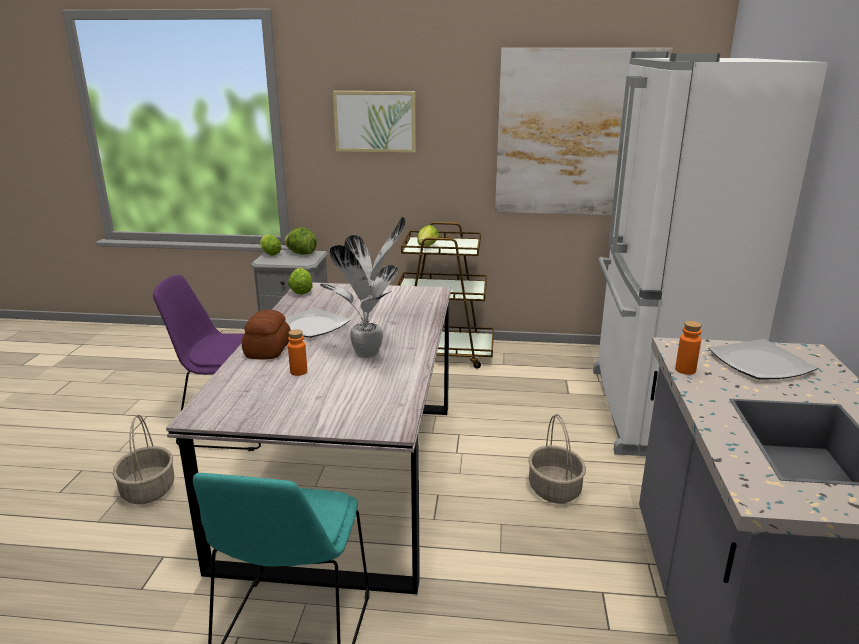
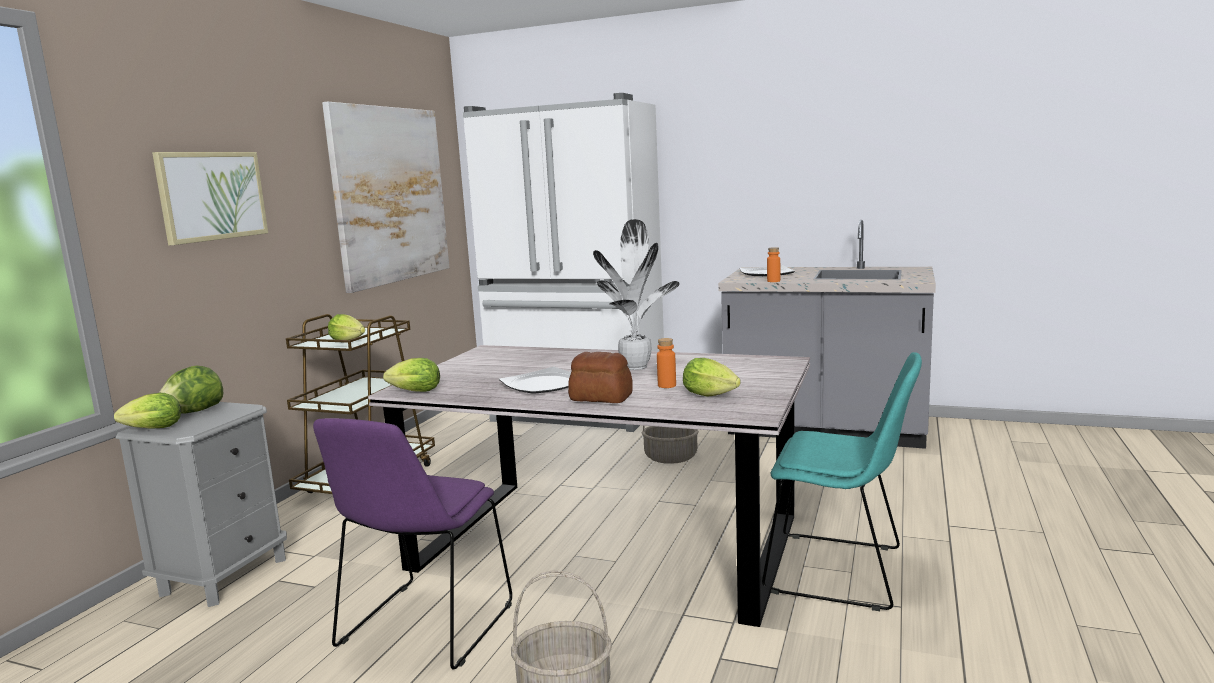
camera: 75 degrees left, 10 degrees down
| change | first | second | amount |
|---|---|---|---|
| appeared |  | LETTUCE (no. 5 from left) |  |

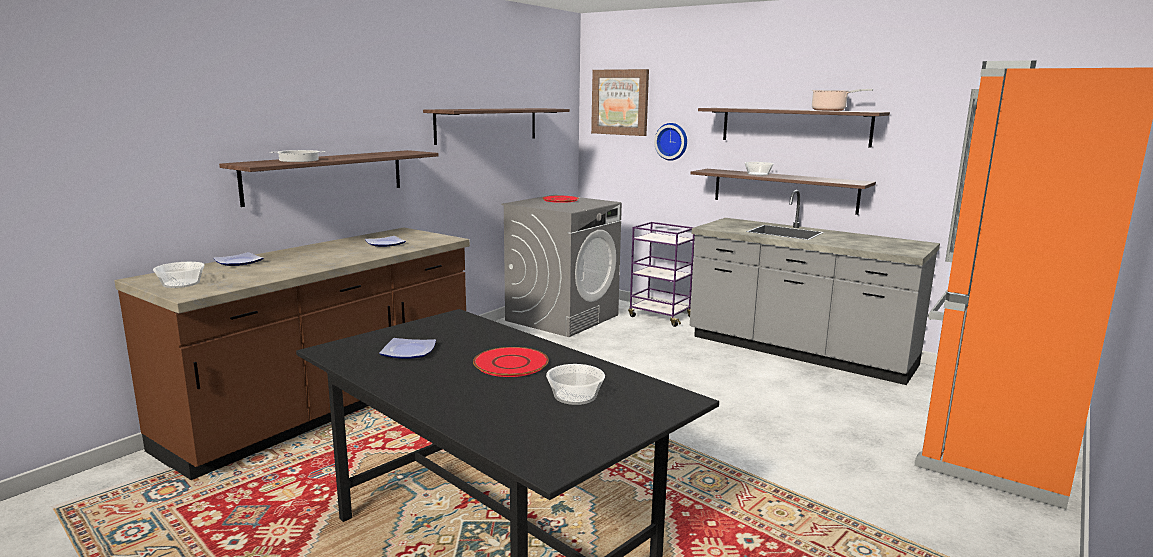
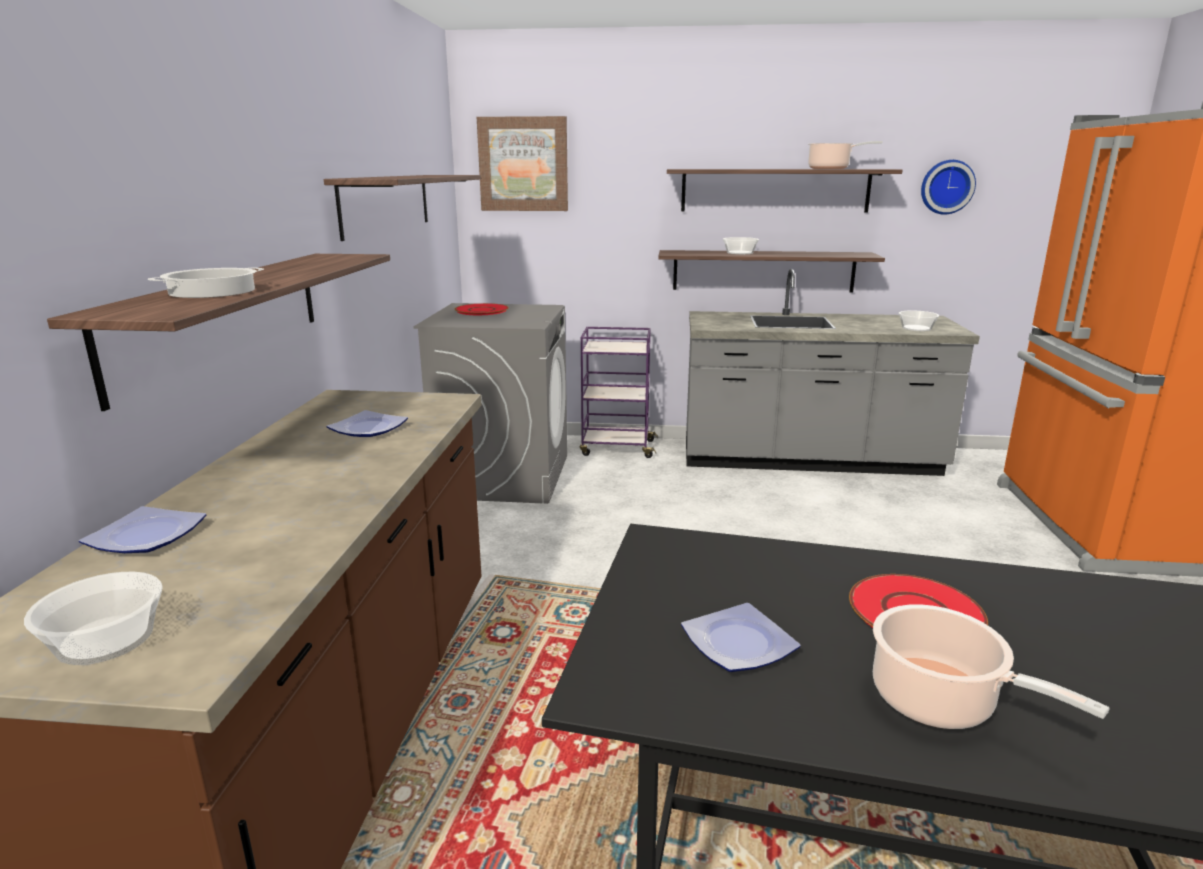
camera: 30 degrees left, 5 degrees up
| change | first | second | amount |
|---|---|---|---|
| relocated | WALL CLOCK |  |  |
| relocated | BOWL (no. 2 from left in the first image) | BOWL (no. 3 from left) |  |
| appeared |  | COOKING POT (no. 3 from left) |  |

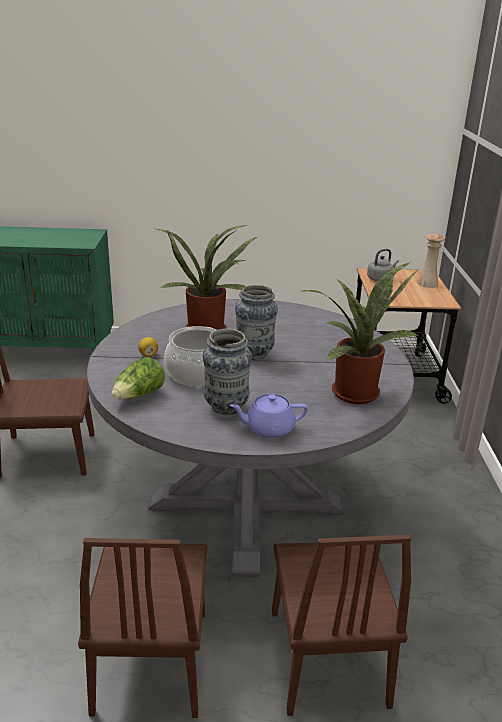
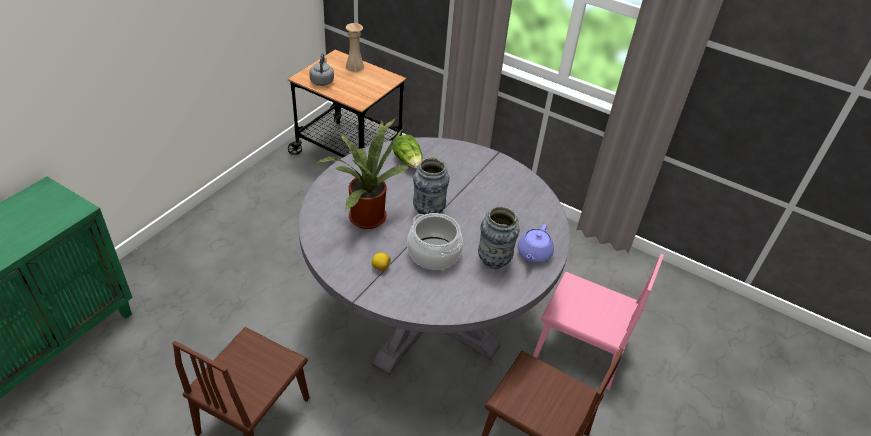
camera: 60 degrees left, 15 degrees up
| change | first | second | amount |
|---|---|---|---|
| missing | POTTED PLANT (no. 2 from left) |  |  |
| relocated | LETTUCE |  |  |
| colour | BROWN CHAIR (no. 3 from left) | PINK CHAIR |  |

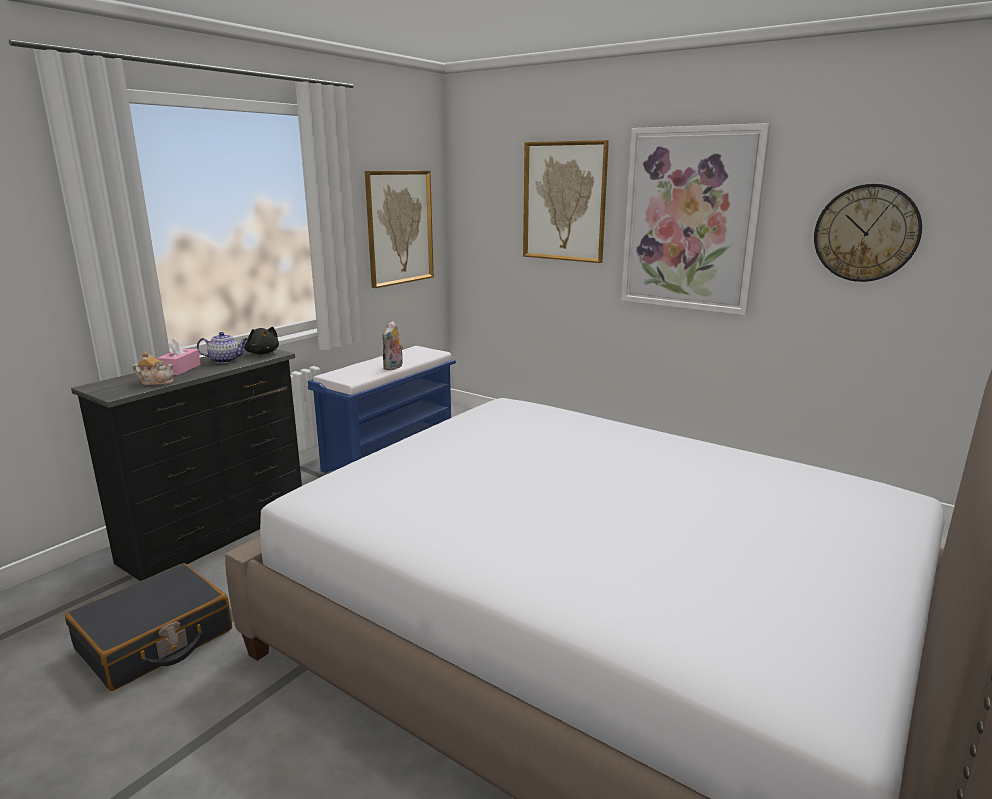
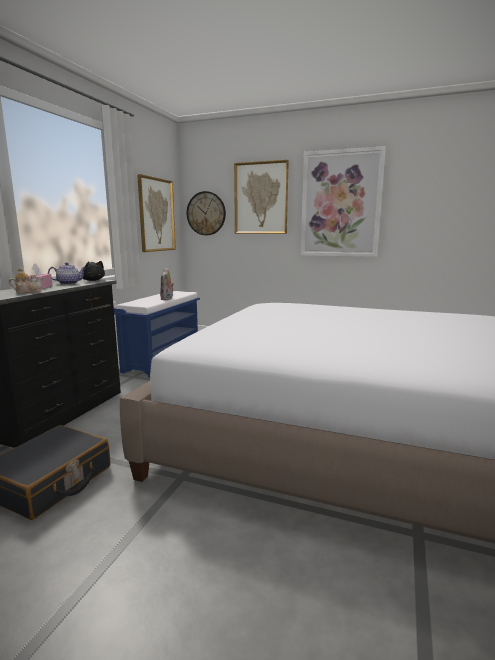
camera: 15 degrees left, 5 degrees down
| change | first | second | amount |
|---|---|---|---|
| relocated | WALL CLOCK |  |  |

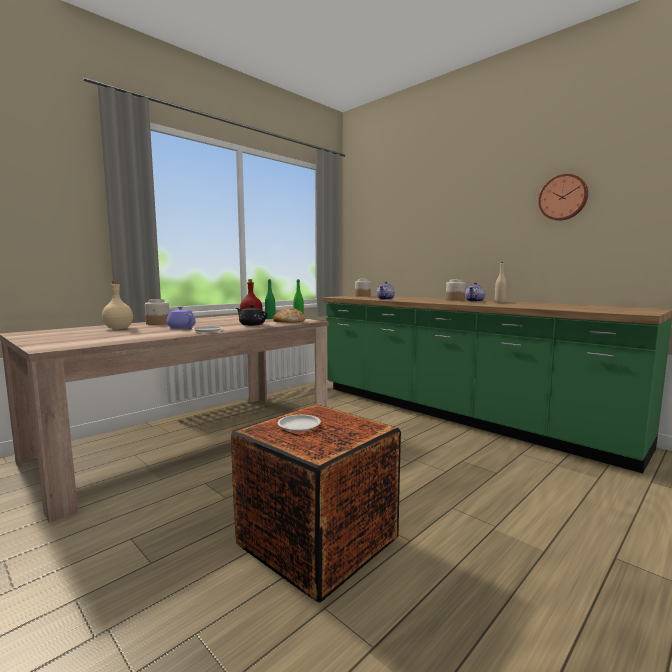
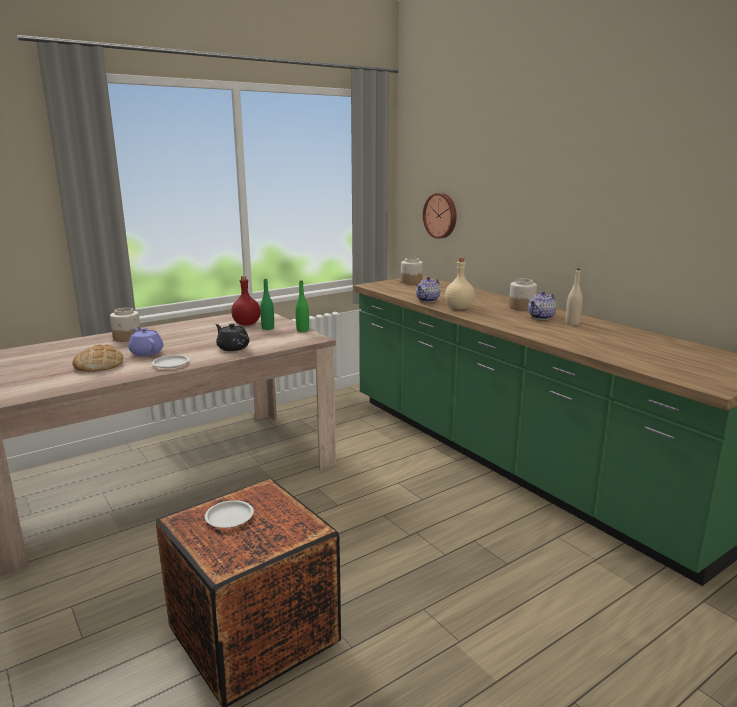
camera: 10 degrees right, 10 degrees up
| change | first | second | amount |
|---|---|---|---|
| relocated | WALL CLOCK |  |  |
| relocated | BEIGE BOTTLE (no. 1 from left) |  |  |
| relocated | BREAD |  |  |

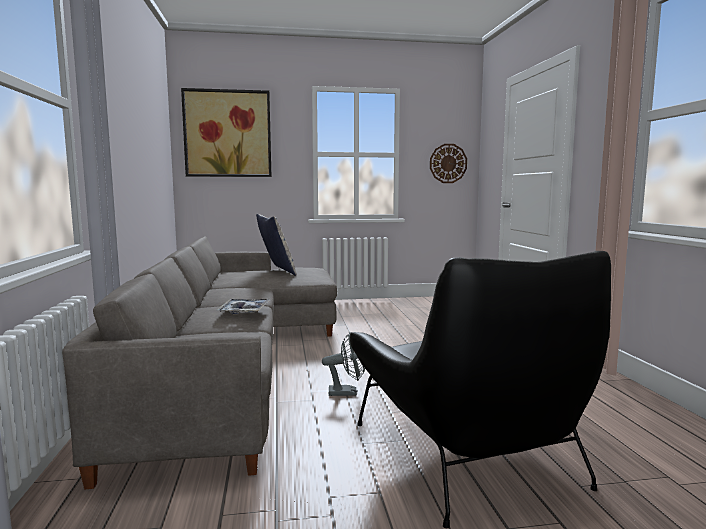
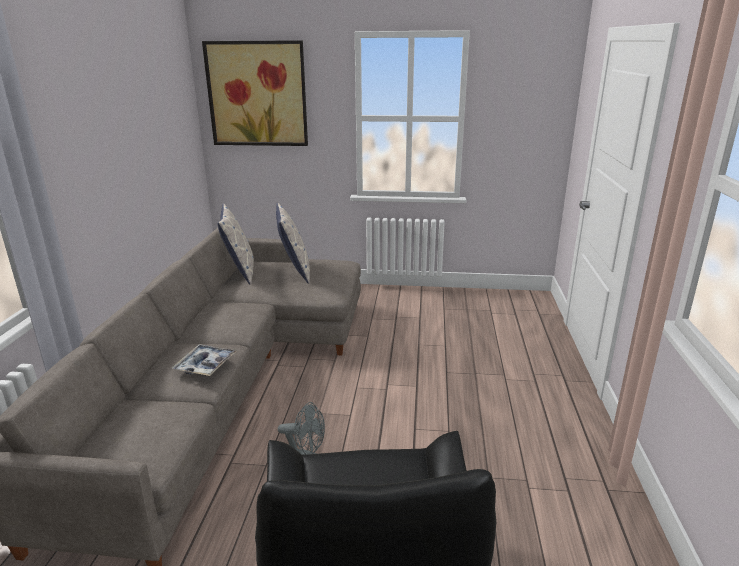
camera: 15 degrees right, 15 degrees up
| change | first | second | amount |
|---|---|---|---|
| missing | WALL CLOCK |  |  |
| appeared |  | PILLOW (no. 1 from left) |  |

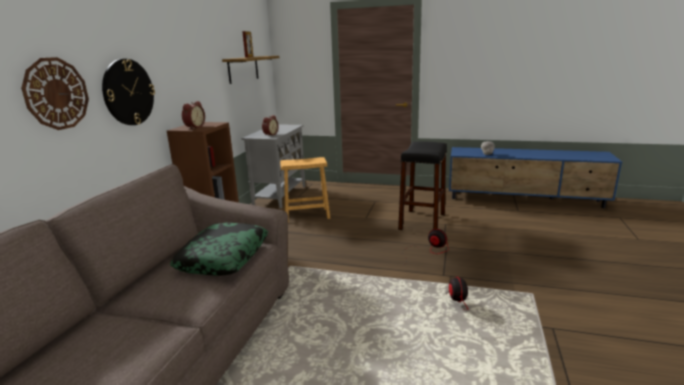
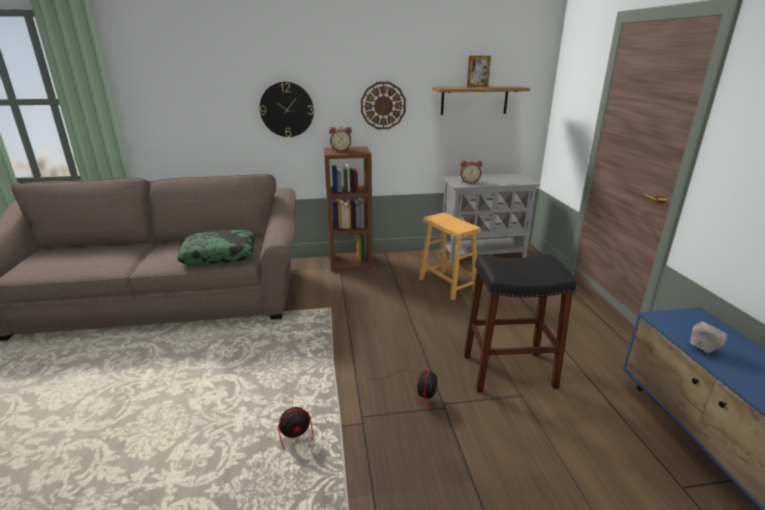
camera: 65 degrees right, 5 degrees up
| change | first | second | amount |
|---|---|---|---|
| relocated | WALL CLOCK (no. 1 from left in the first image) | WALL CLOCK (no. 2 from left) |  |

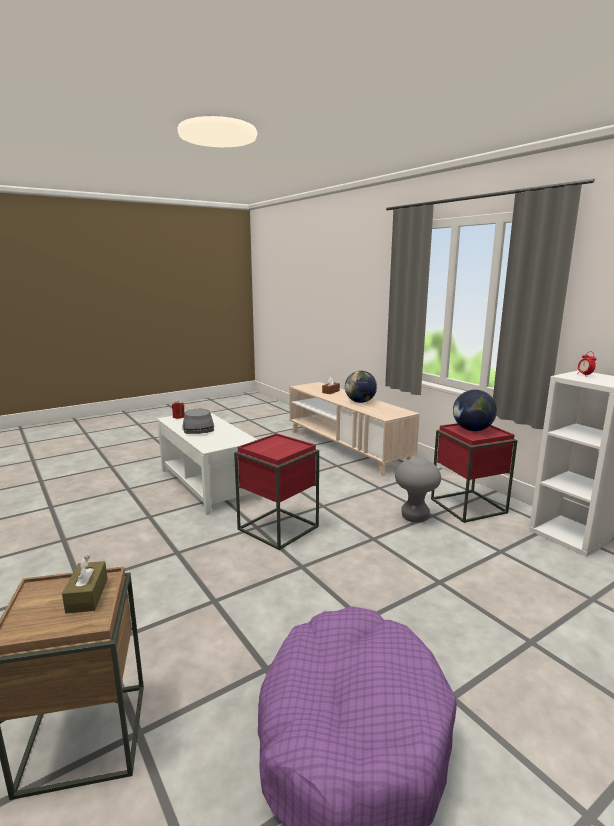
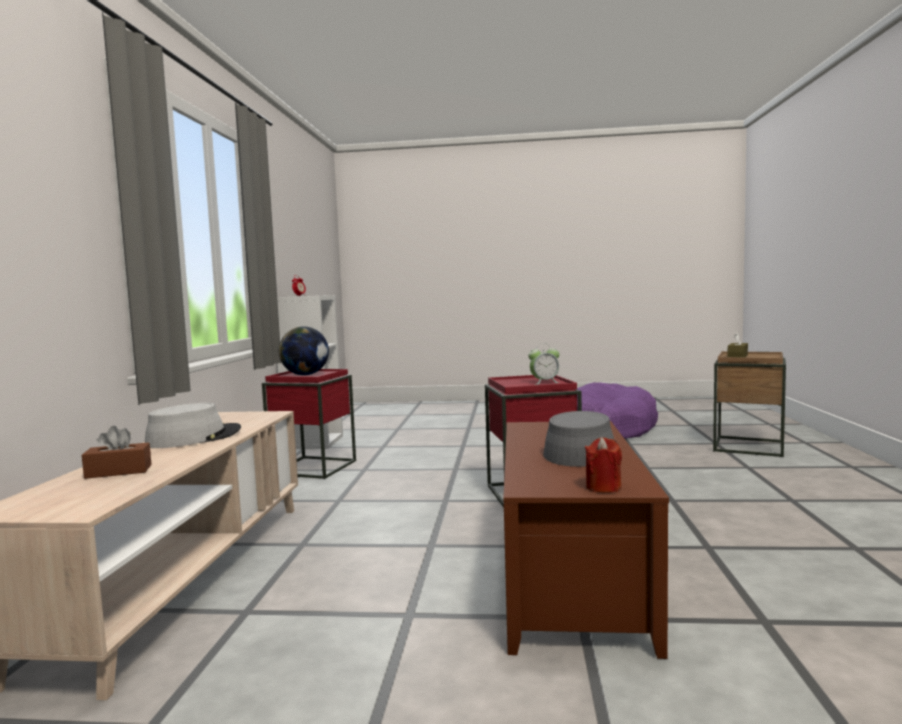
camera: 140 degrees left, 10 degrees down
| change | first | second | amount |
|---|---|---|---|
| exchanged | GLOBE (no. 1 from left) | GREY HAT (no. 1 from left) |  |
| colour | WHITE COFFEE TABLE | BROWN COFFEE TABLE |  |
| missing | GREY STOOL |  |  |
| appeared |  | ALARM CLOCK (no. 2 from left) |  |

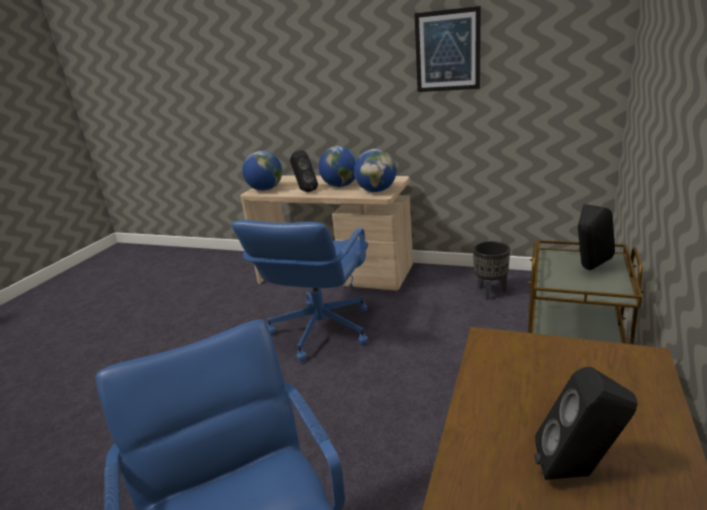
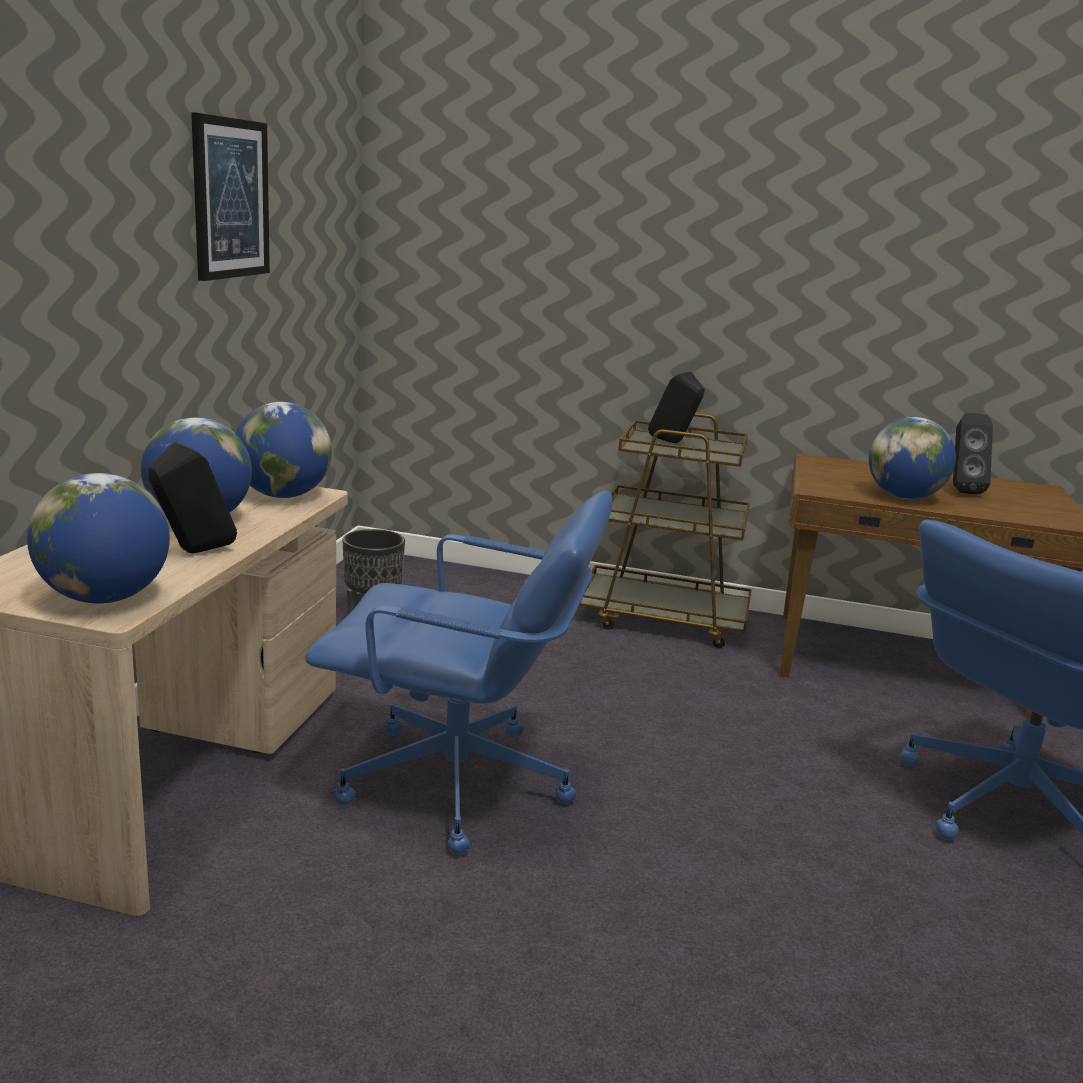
camera: 100 degrees left, 5 degrees down
| change | first | second | amount |
|---|---|---|---|
| appeared |  | GLOBE (no. 4 from left) |  |

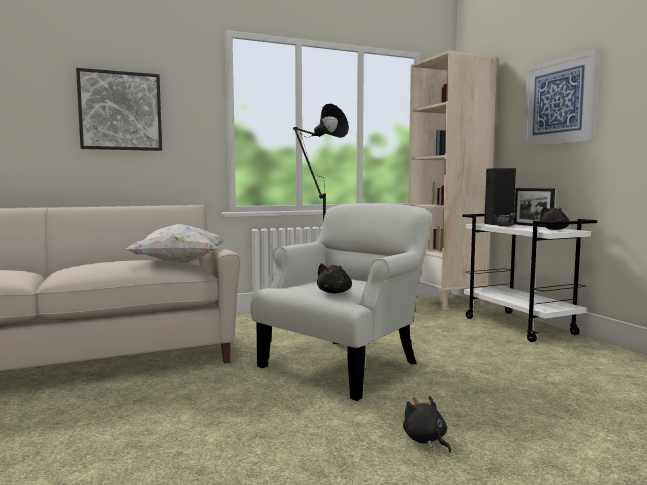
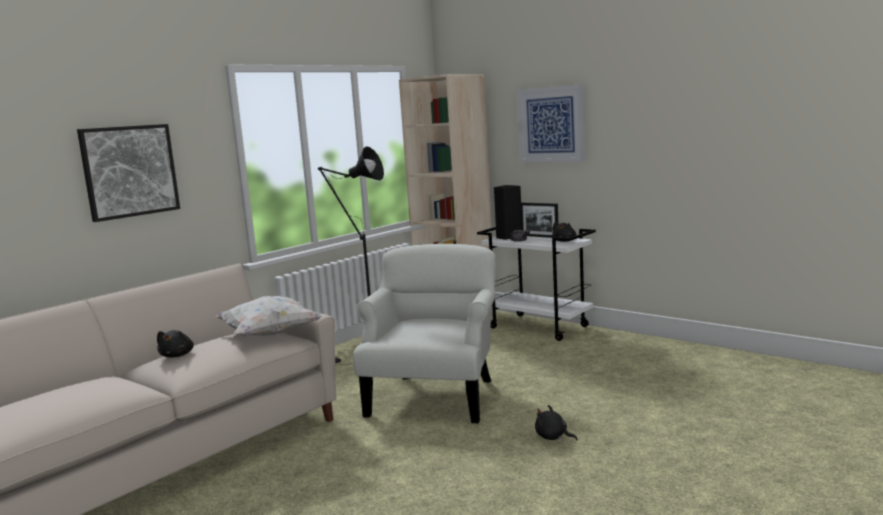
camera: 25 degrees left, 5 degrees up
| change | first | second | amount |
|---|---|---|---|
| relocated | BLACK PLUSH TOY (no. 1 from left) |  |  |

